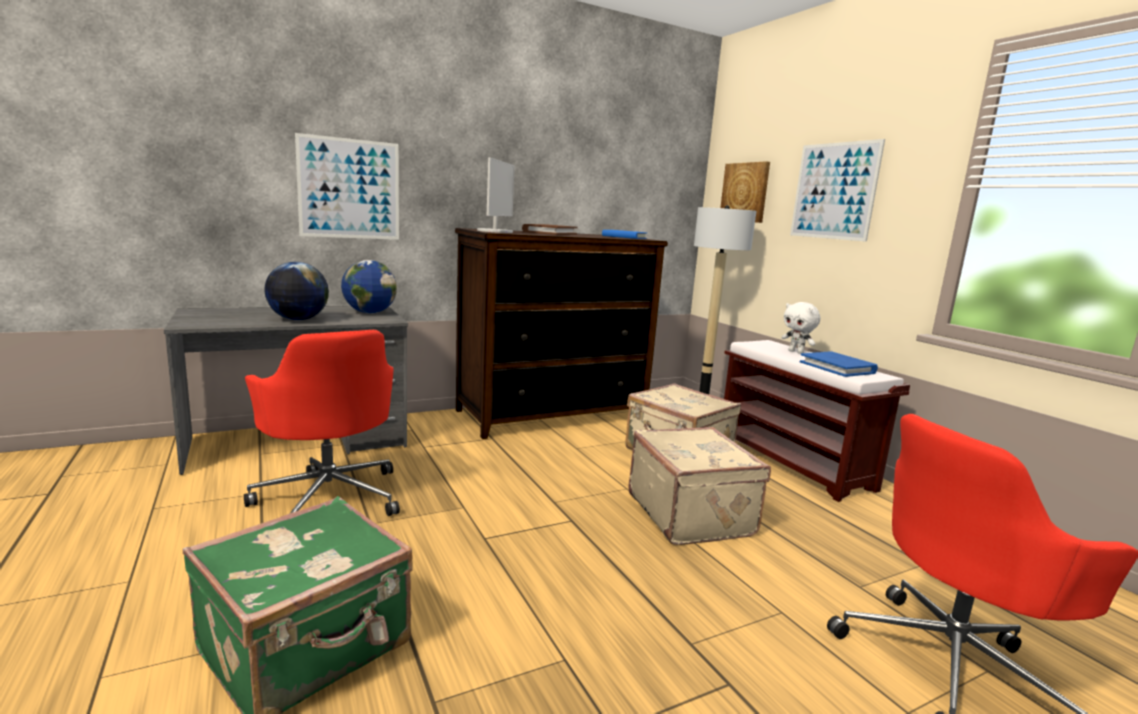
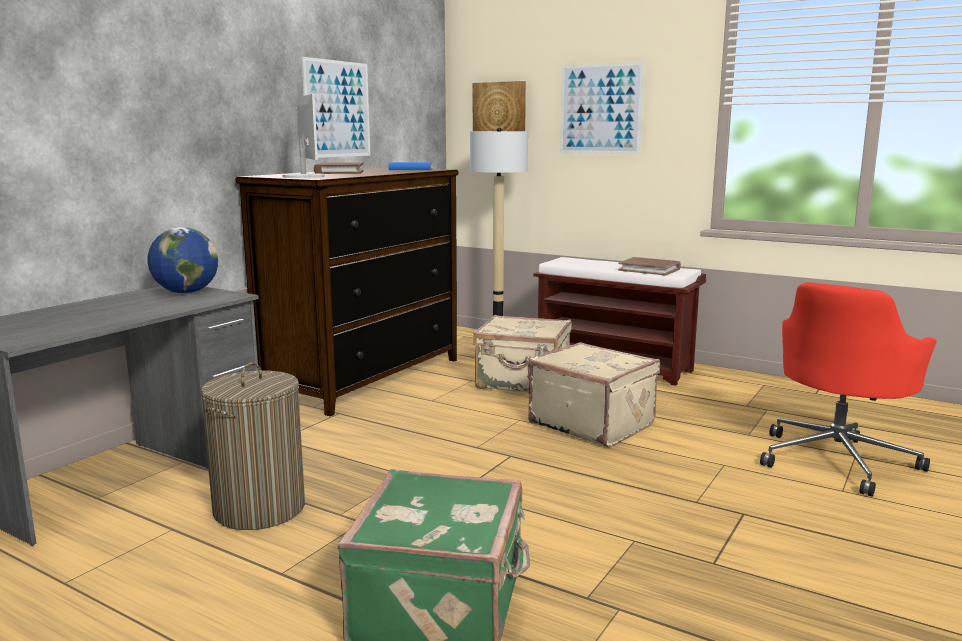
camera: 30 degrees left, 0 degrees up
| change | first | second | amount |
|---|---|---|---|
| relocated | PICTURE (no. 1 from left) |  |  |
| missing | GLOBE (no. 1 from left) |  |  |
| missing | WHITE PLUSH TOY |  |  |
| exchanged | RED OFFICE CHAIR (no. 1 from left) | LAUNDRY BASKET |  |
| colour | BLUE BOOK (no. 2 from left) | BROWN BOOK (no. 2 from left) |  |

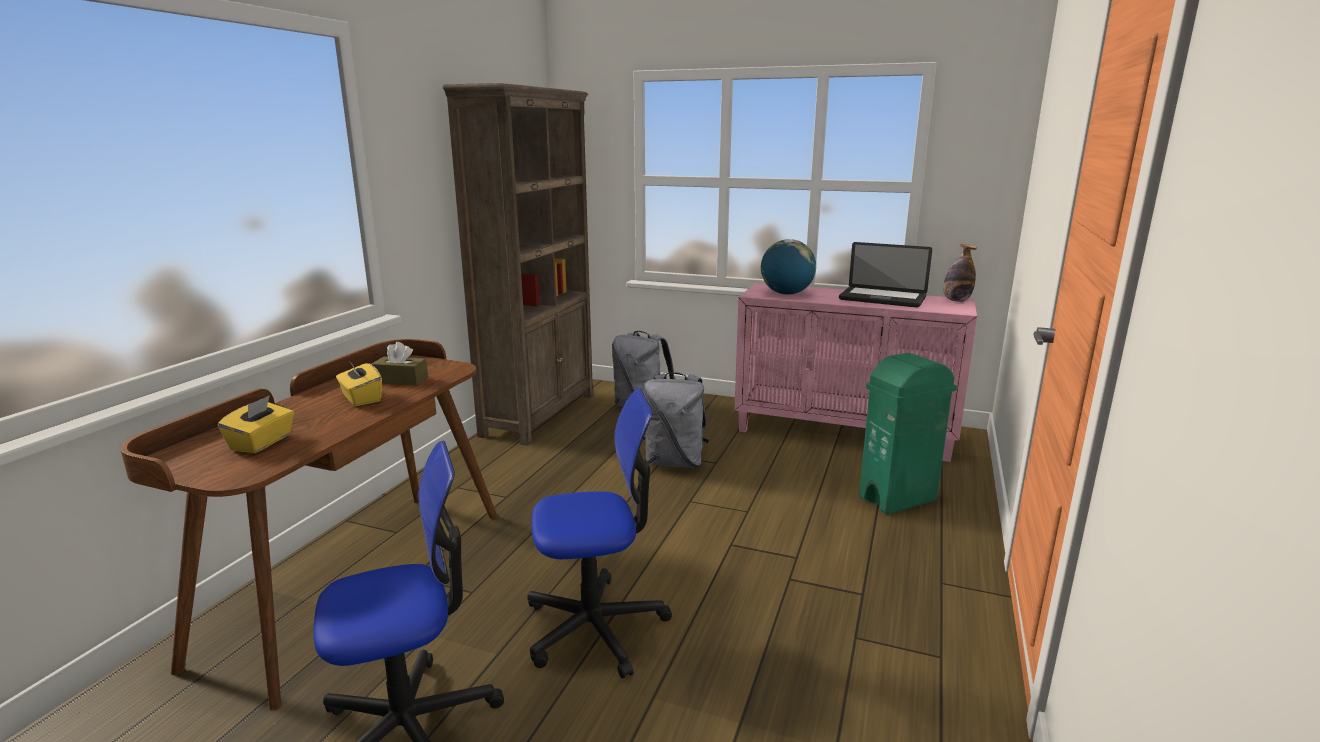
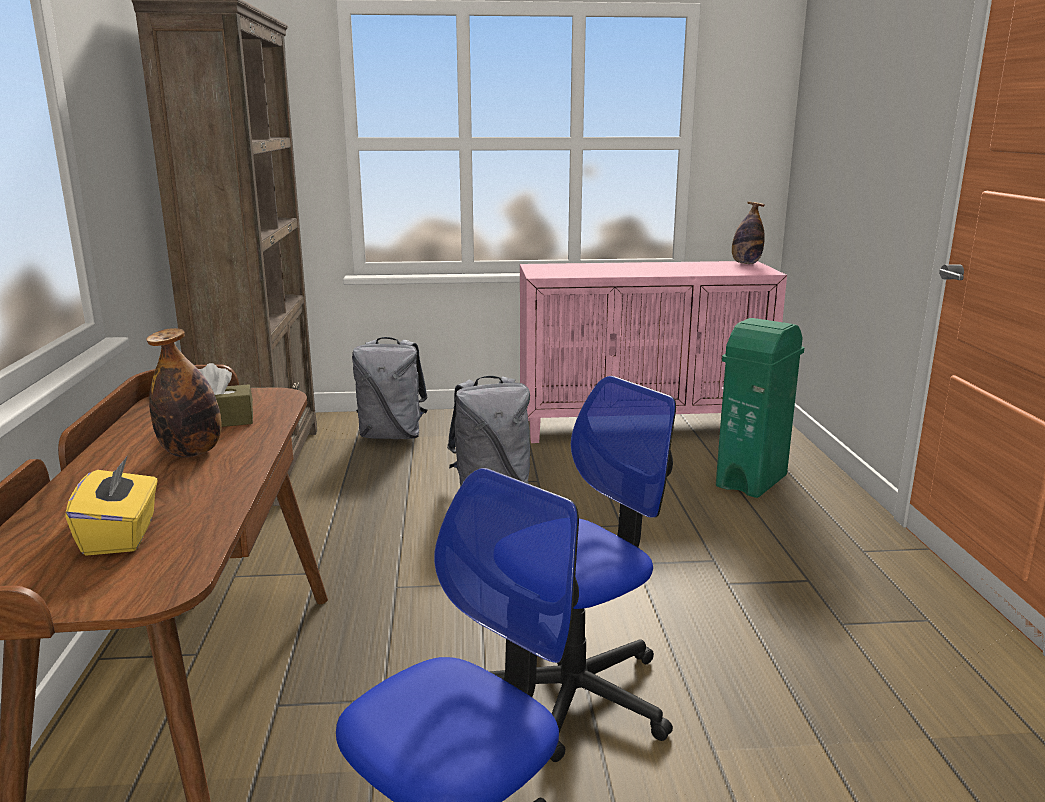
camera: 25 degrees left, 0 degrees up
| change | first | second | amount |
|---|---|---|---|
| missing | GLOBE |  |  |
| missing | LAPTOP |  |  |
| exchanged | YELLOW TISSUE BOX (no. 2 from left) | BOTTLE (no. 1 from left) |  |

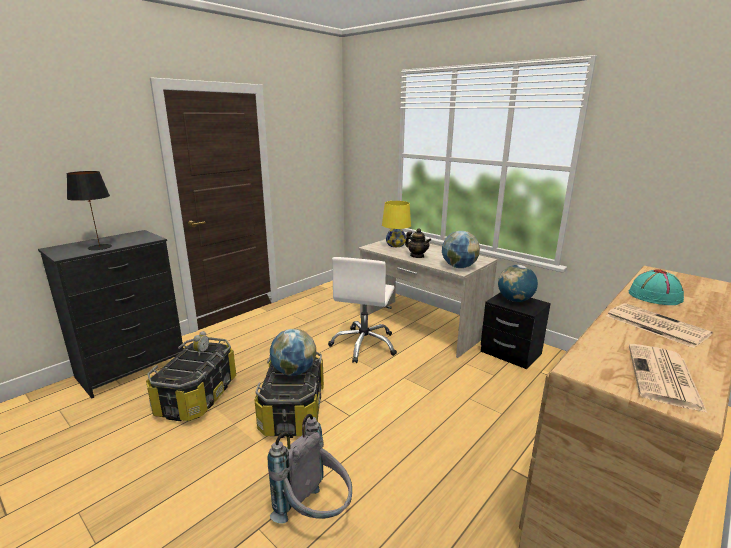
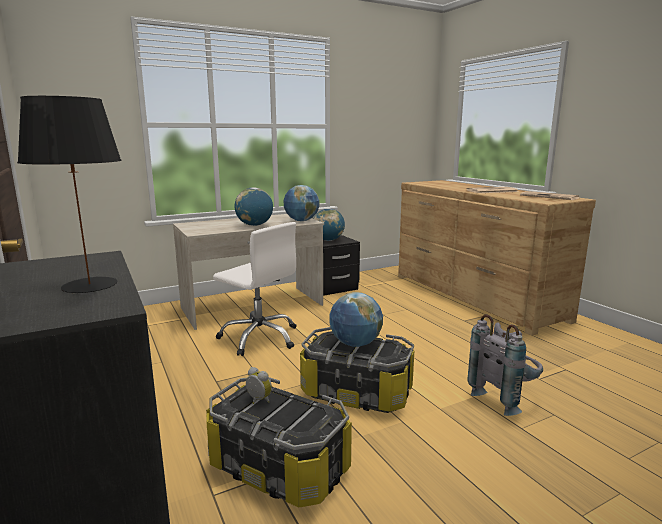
camera: 70 degrees left, 5 degrees down
| change | first | second | amount |
|---|---|---|---|
| missing | YELLOW TABLE LAMP |  |  |
| exchanged | TEAPOT | GLOBE (no. 1 from left) |  |
| missing | TURQUOISE HAT |  |  |

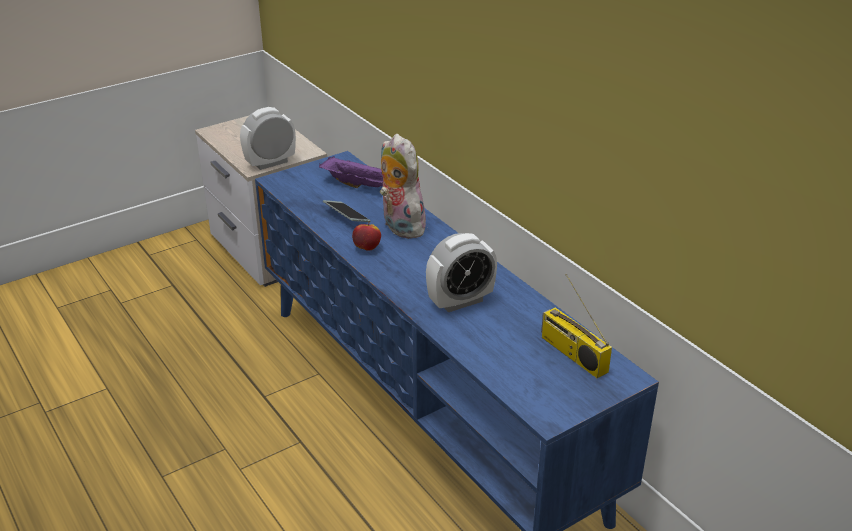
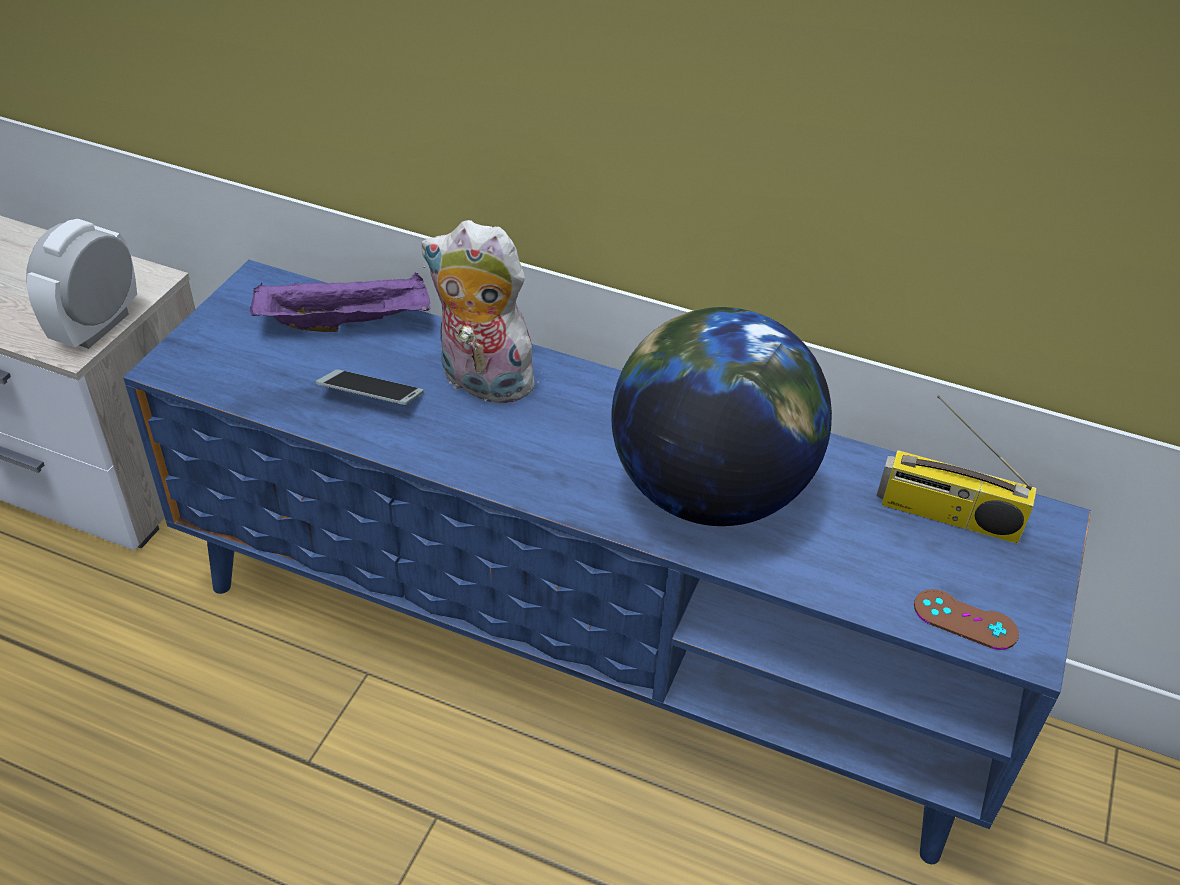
camera: 35 degrees left, 10 degrees up
| change | first | second | amount |
|---|---|---|---|
| missing | APPLE |  |  |
| exchanged | ALARM CLOCK (no. 2 from left) | GLOBE |  |
| appeared |  | BROWN GAME CONTROLLER |  |

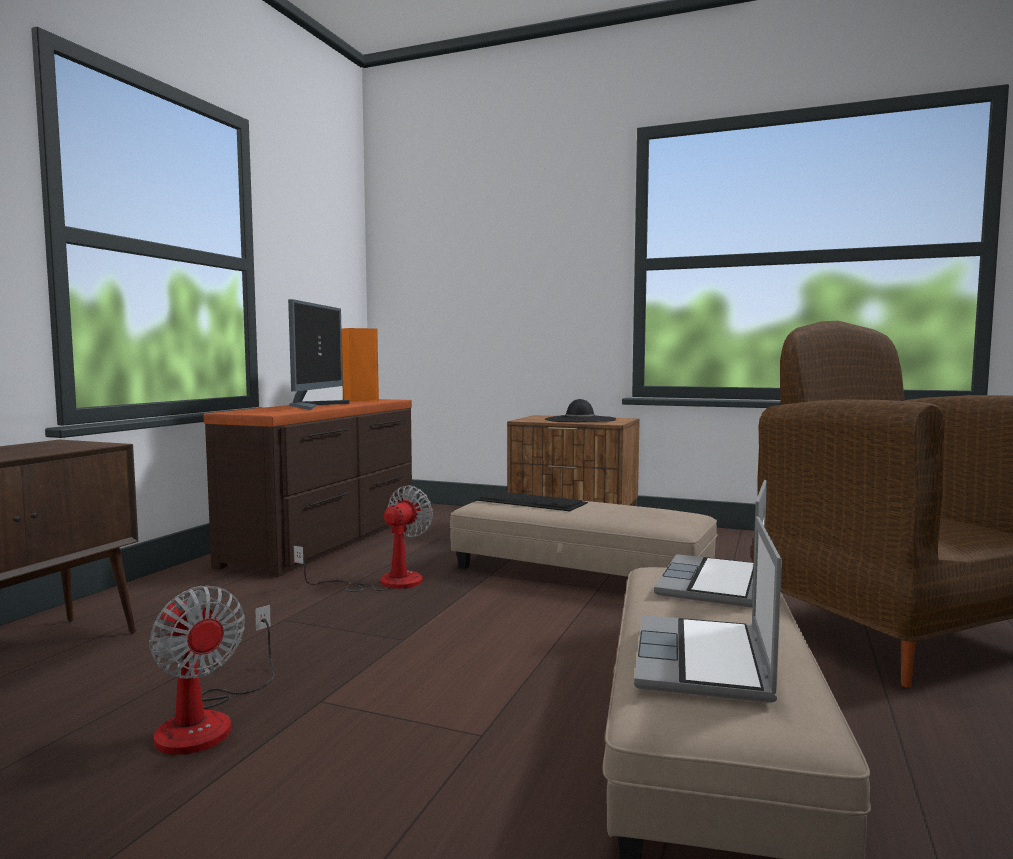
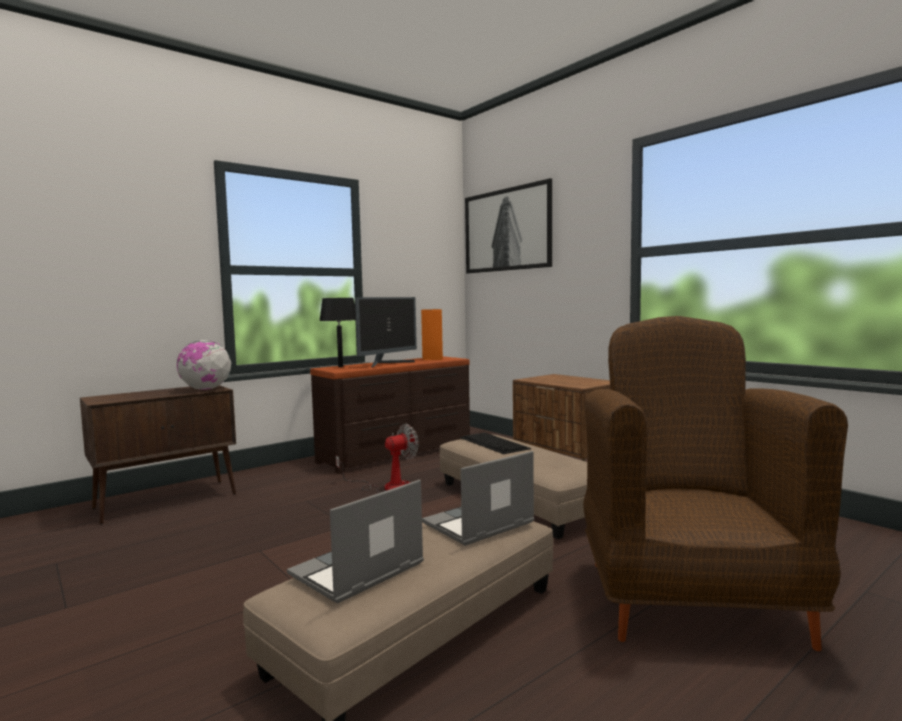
camera: 30 degrees right, 0 degrees up
| change | first | second | amount |
|---|---|---|---|
| missing | BLACK HAT |  |  |
| missing | FAN (no. 1 from left) |  |  |
| appeared |  | PICTURE |  |
| appeared |  | BLACK TABLE LAMP |  |
| appeared |  | GLOBE |  |

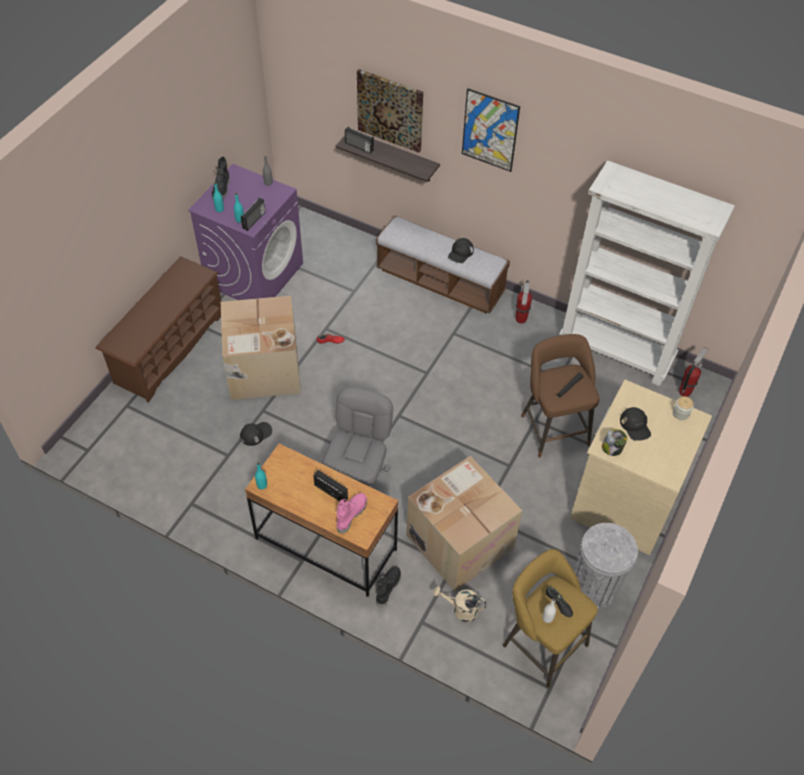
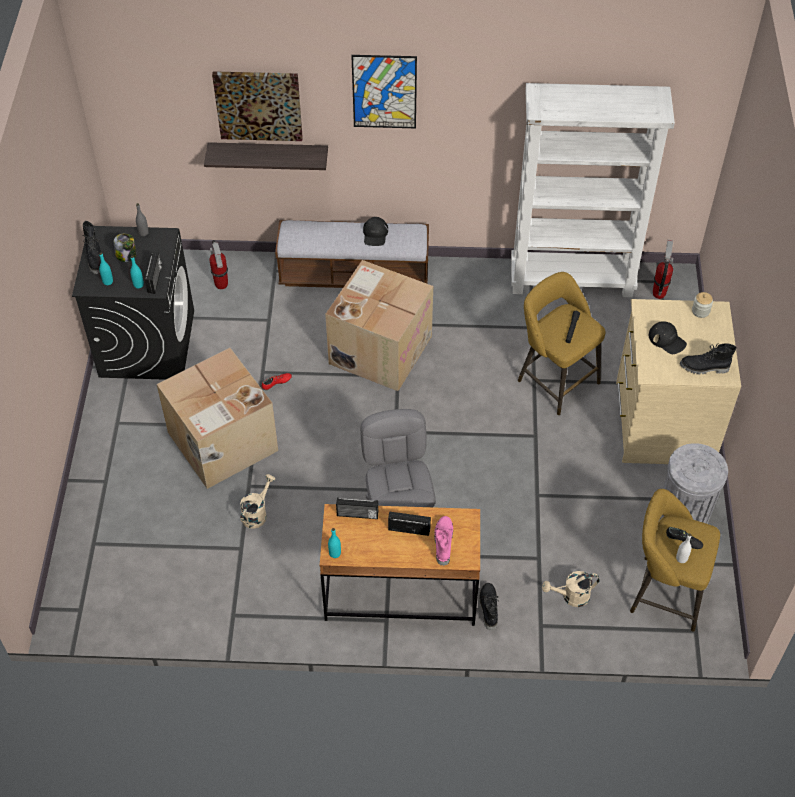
camera: 25 degrees left, 0 degrees up
| change | first | second | amount |
|---|---|---|---|
| relocated | RADIO (no. 3 from left in the first image) | RADIO (no. 2 from left) |  |
| colour | PURPLE WASHING MACHINE | BLACK WASHING MACHINE |  |
| missing | BROWN SHOE RACK |  |  |
| relocated | FIRE EXTINGUISHER (no. 1 from left) |  |  |
| colour | BROWN STOOL | YELLOW STOOL (no. 1 from left) |  |
| exchanged | BLACK CAP (no. 1 from left) | BEIGE WATERING CAN (no. 1 from left) |  |
| relocated | JAR (no. 1 from left) |  |  |
| relocated | CARDBOARD BOX (no. 2 from left) |  |  |
| appeared |  | BLACK BOOT (no. 3 from left) |  |

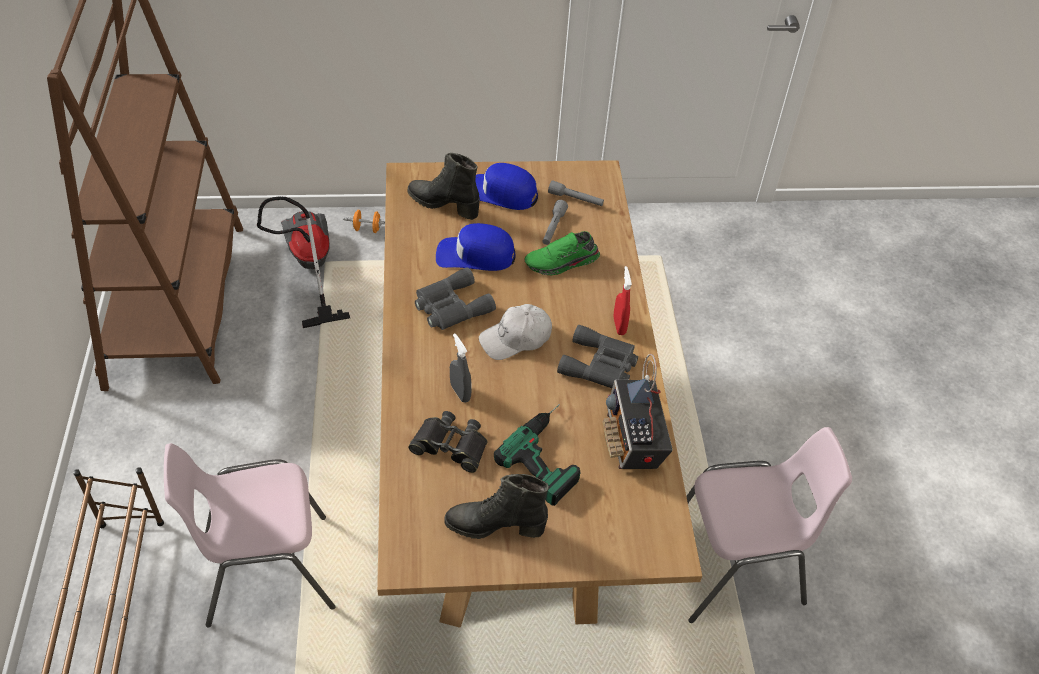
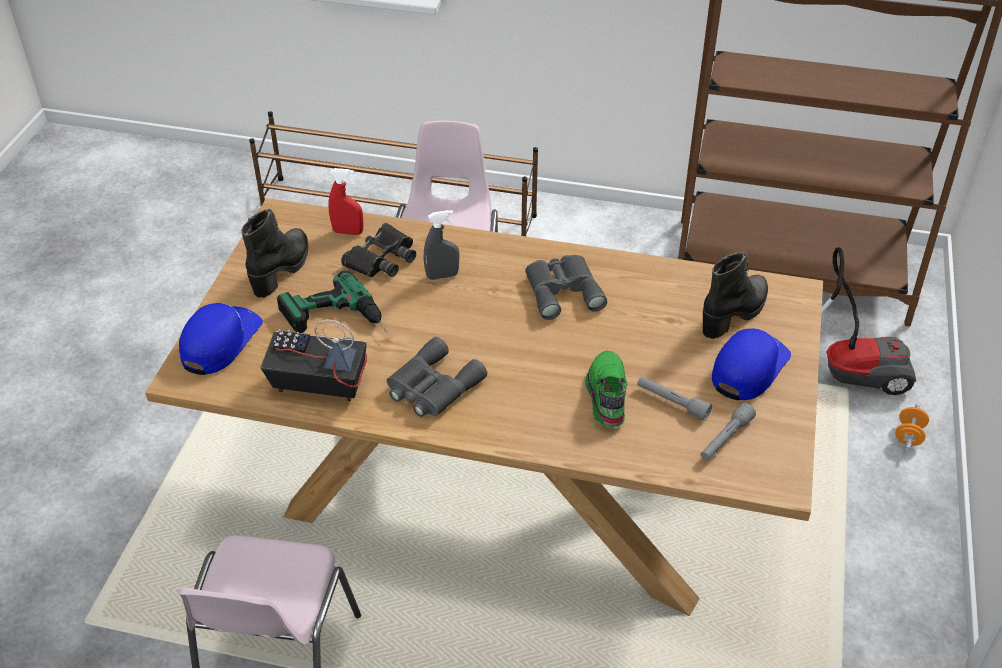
camera: 110 degrees right, 5 degrees down
| change | first | second | amount |
|---|---|---|---|
| relocated | BLUE CAP (no. 1 from left) |  |  |
| relocated | RED SPRAY BOTTLE |  |  |
| missing | WHITE CAP |  |  |

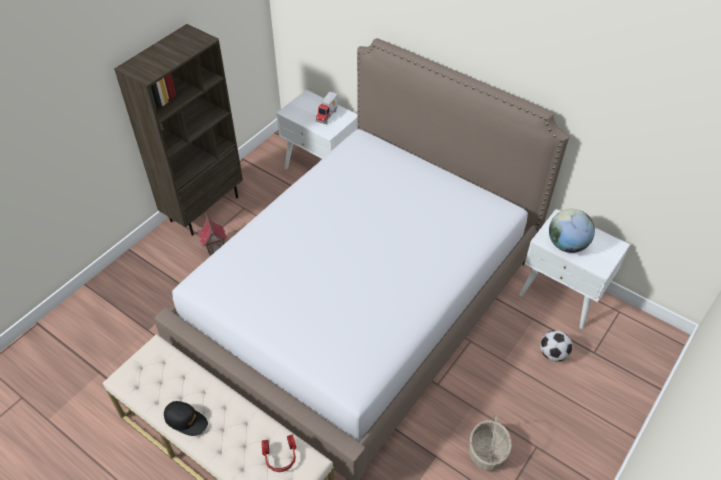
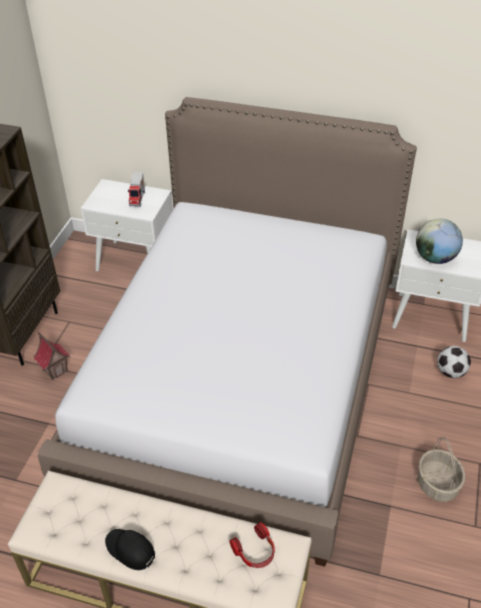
camera: 20 degrees left, 5 degrees down
| change | first | second | amount |
|---|---|---|---|
| spun | BLACK CAP |  | 150 degrees counterclockwise |

